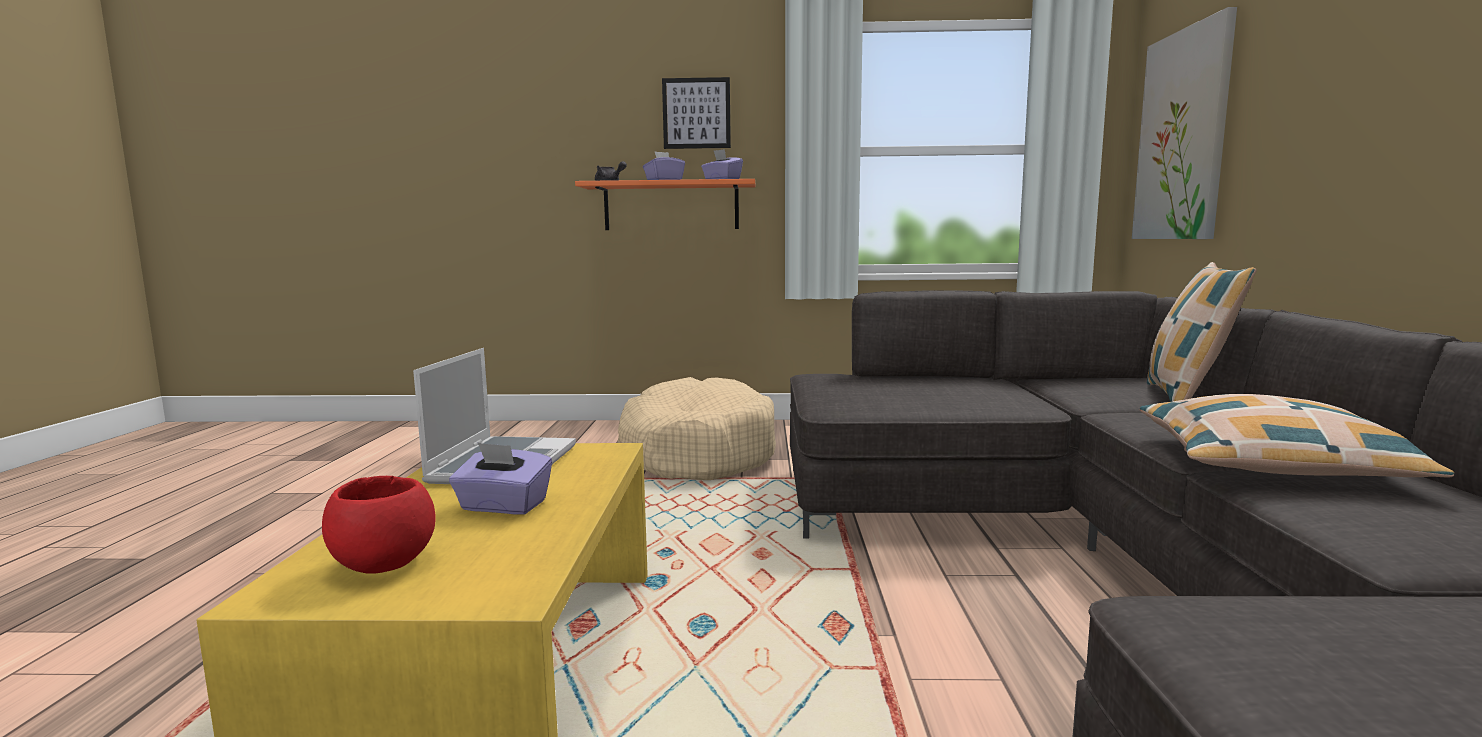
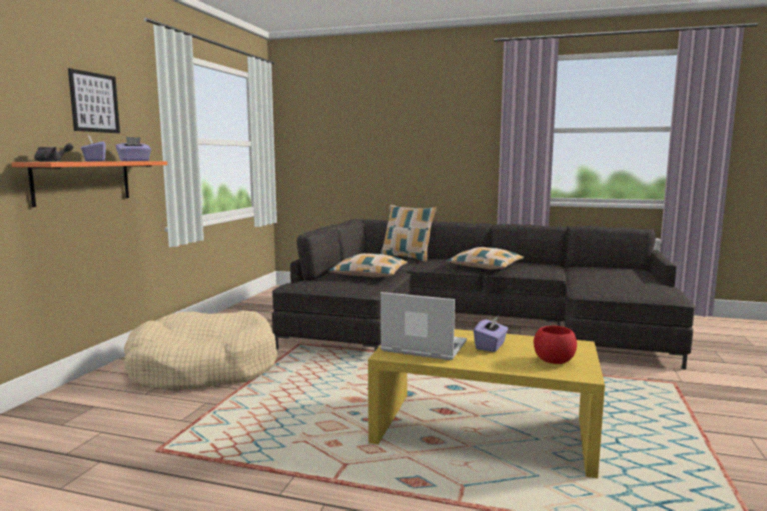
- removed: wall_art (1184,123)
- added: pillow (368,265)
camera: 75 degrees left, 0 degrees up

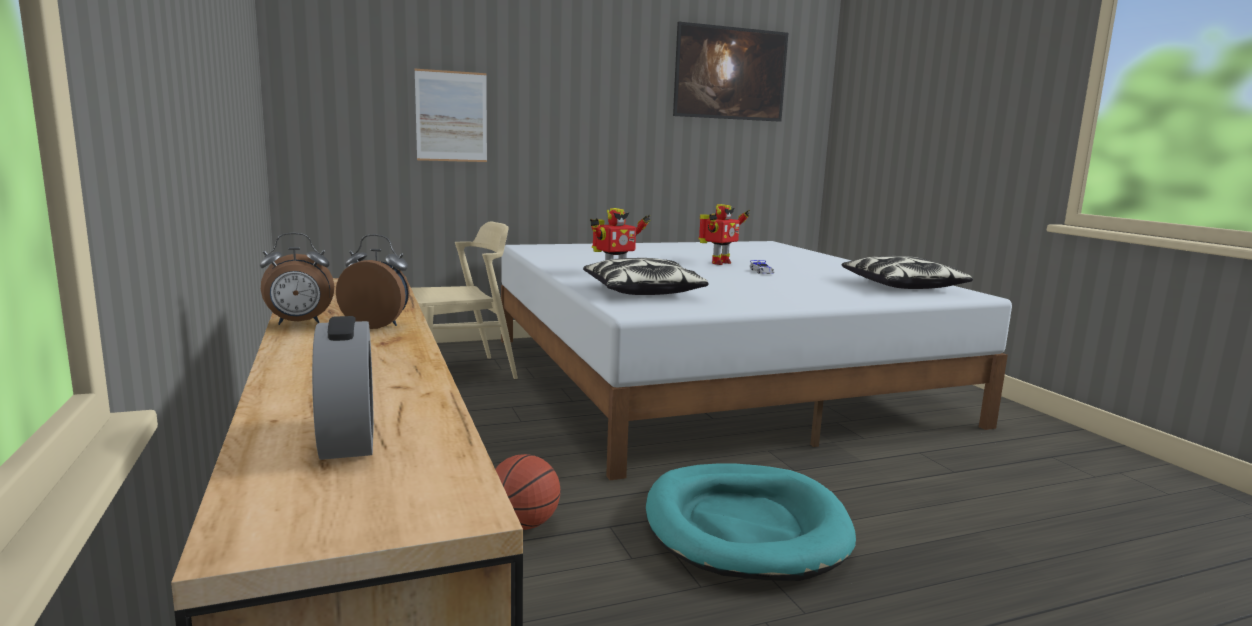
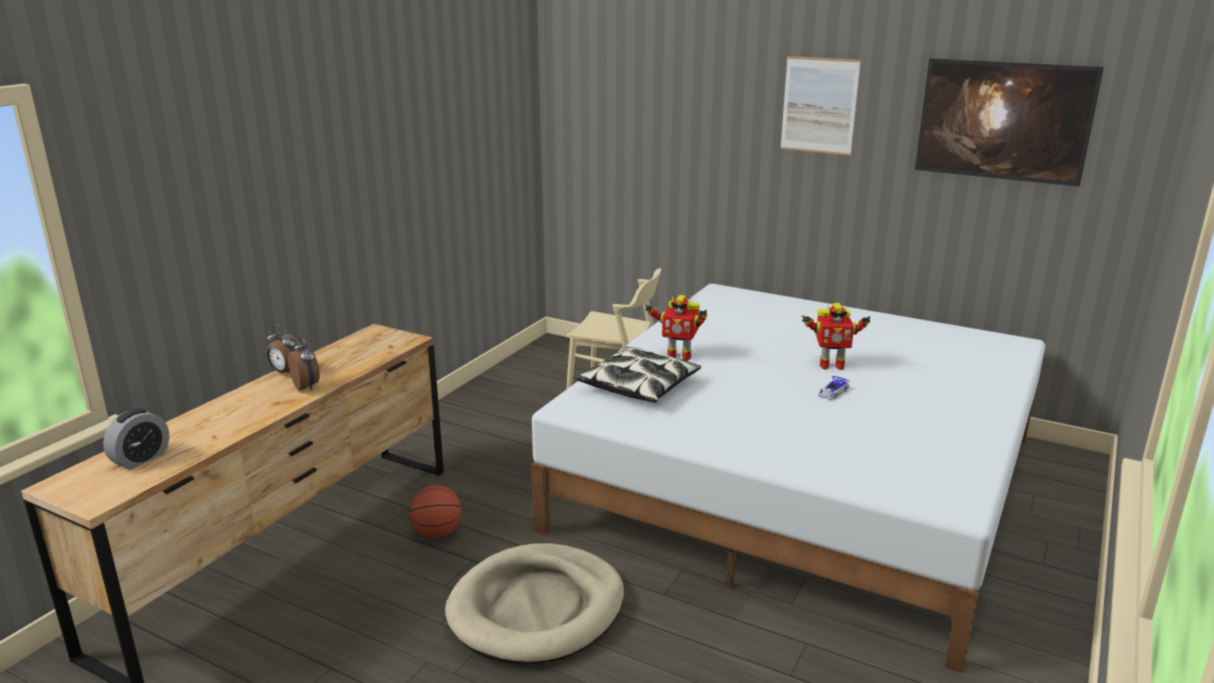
- moved: wall_art (451,115) to (820,106)
- removed: pillow (907,272)
- recoloured: blue-green_dog_cushion (751,522) to beige-coloured_dog_cushion (534,603)
camera: 50 degrees right, 10 degrees up

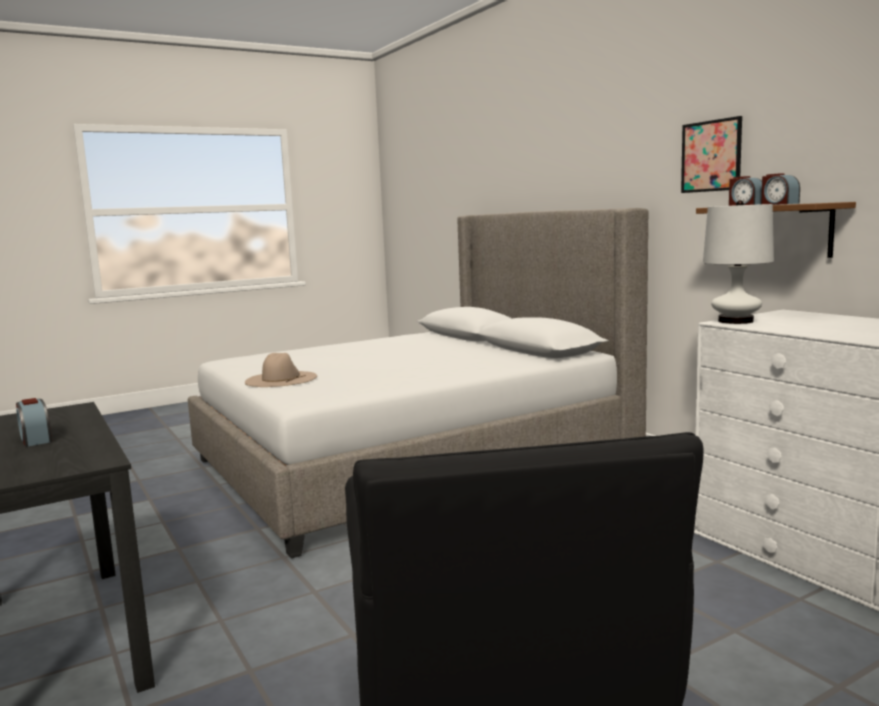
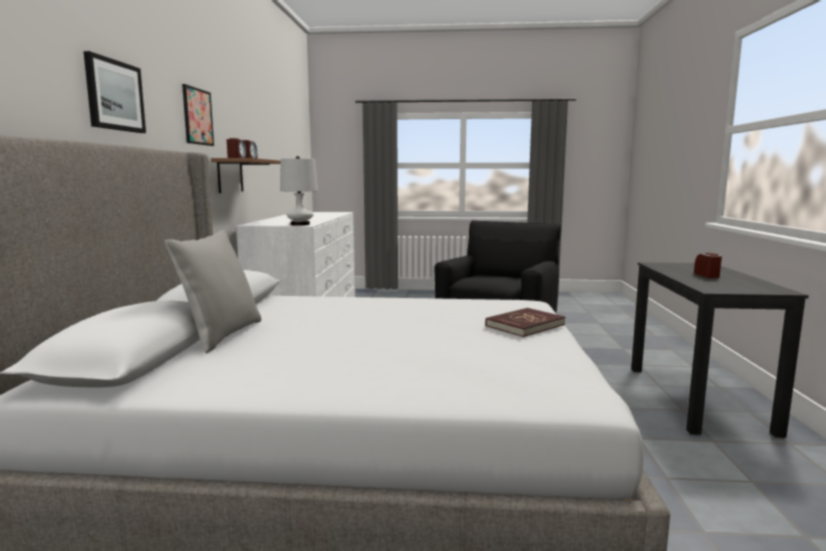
- replaced: beige-coloured_clothing_hat (281,370) to red-coloured_bound_book (525,322)
- added: wall_art (114,92)
- added: grey_pillow (213,291)
camera: 145 degrees left, 0 degrees up

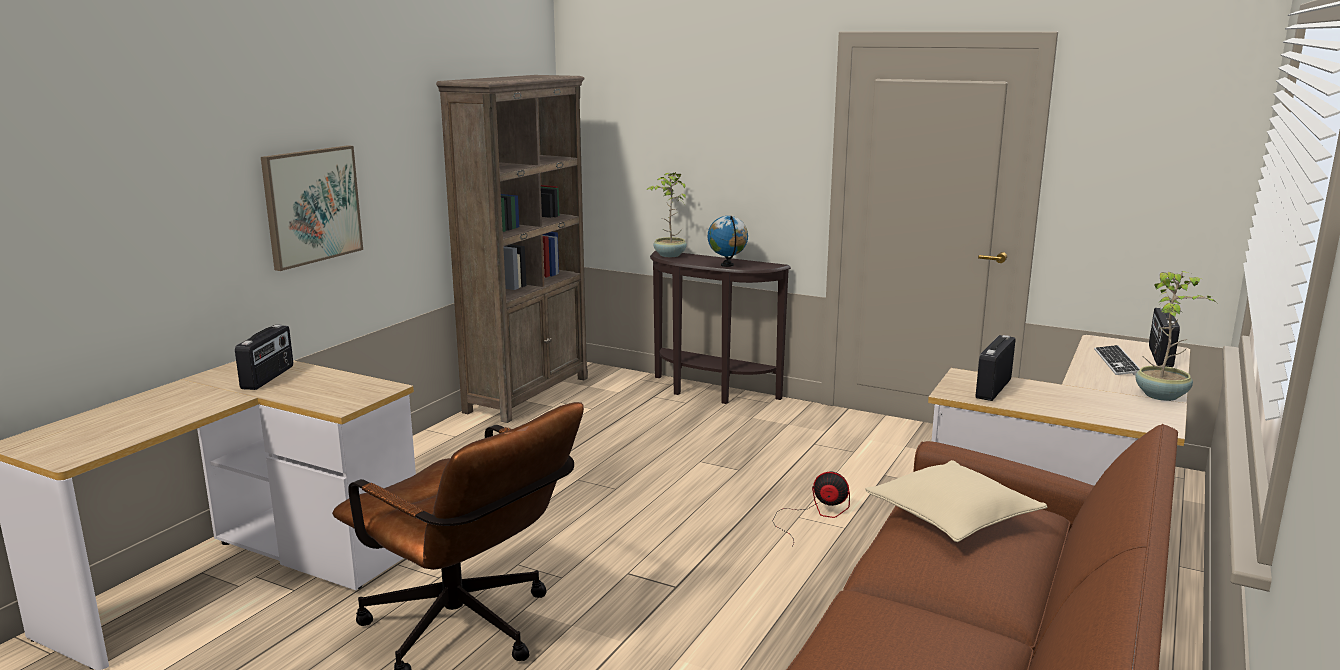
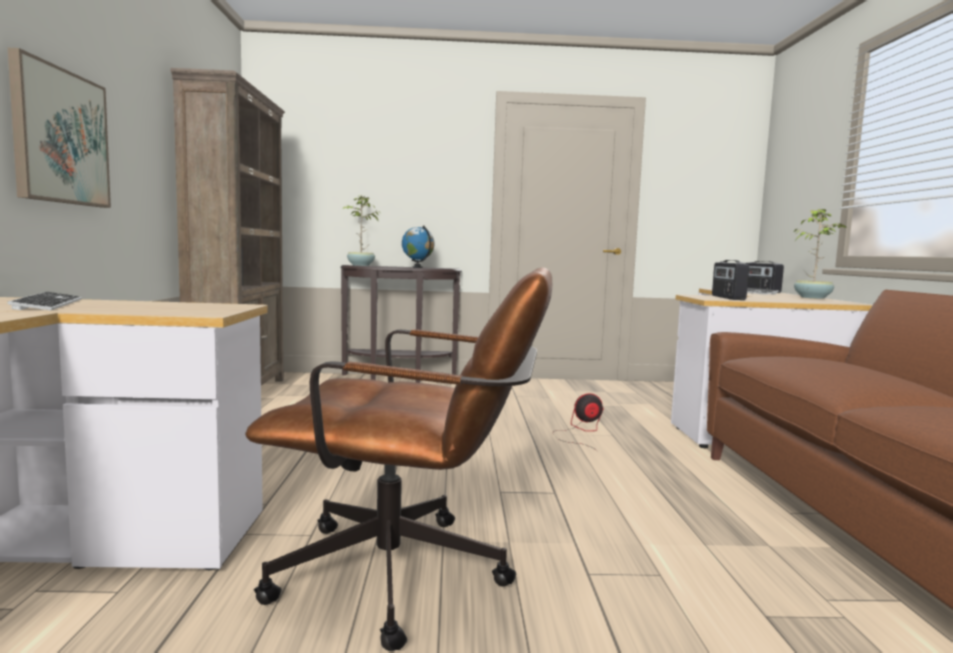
- replaced: radio (264,357) to PC_keyboard (44,301)
- removed: beige-coloured_pillow (956,501)
camera: 30 degrees left, 10 degrees down

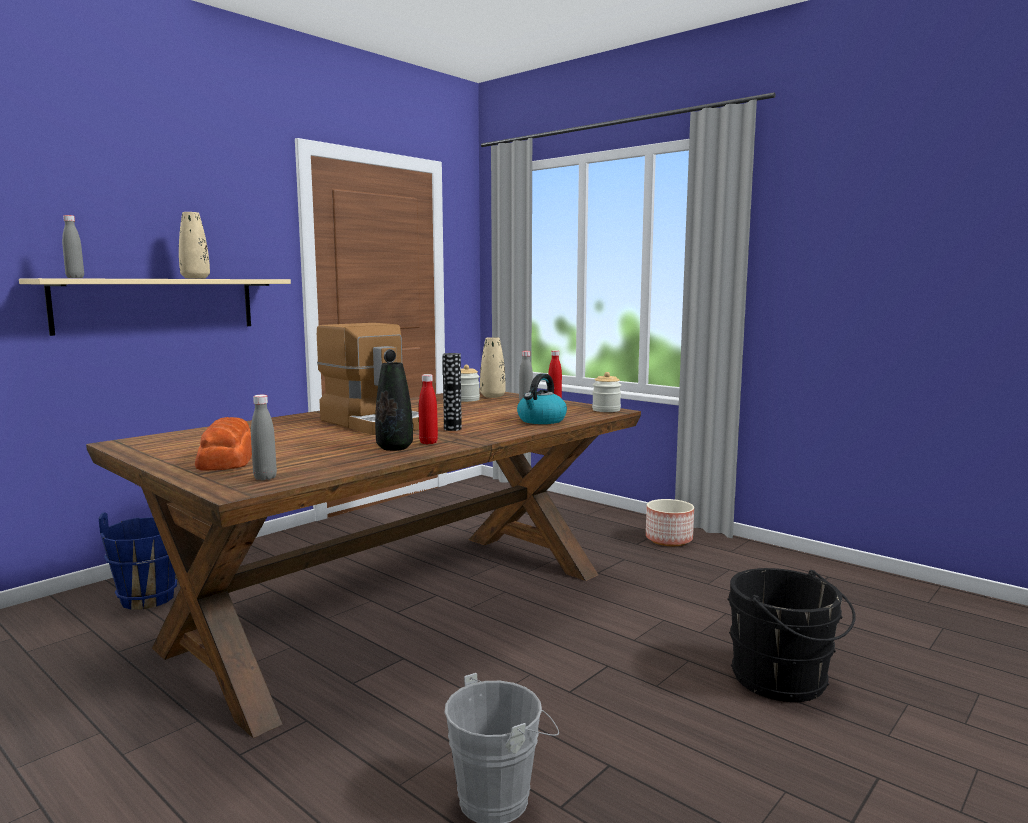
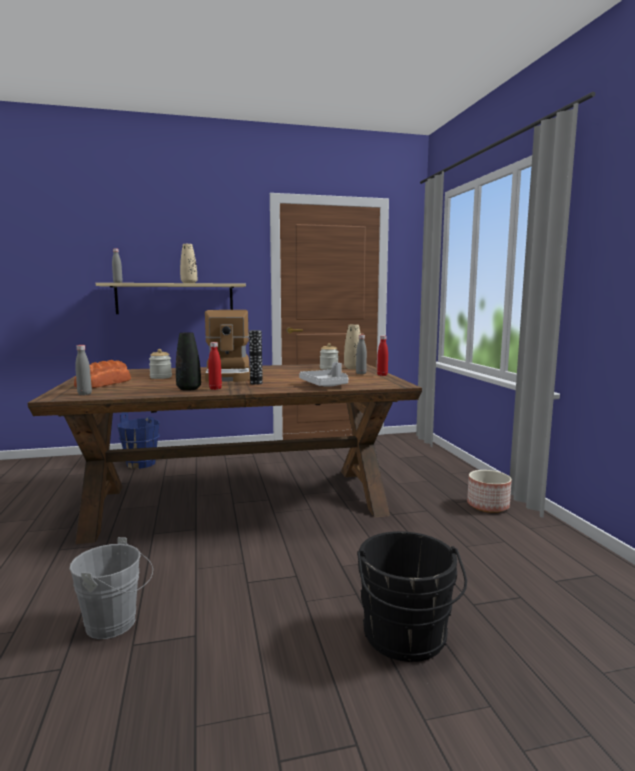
- moved: preserve_jar (606,392) to (160,364)
- replaced: tea_kettle (542,398) to grey_carrying_tray (323,374)
camera: 35 degrees right, 0 degrees up

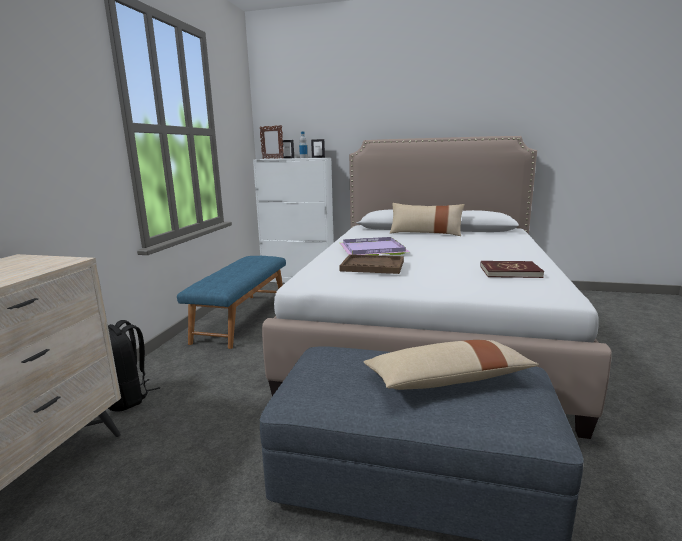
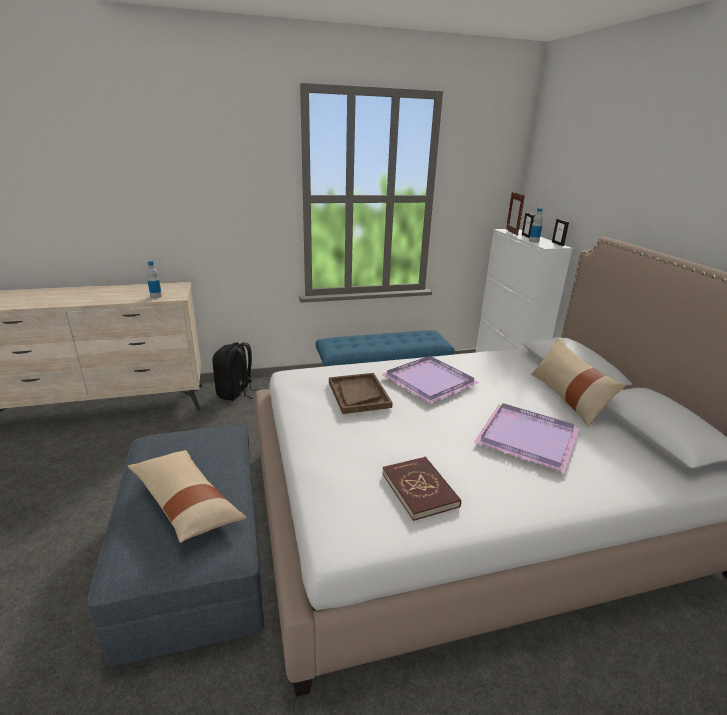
- added: beverage_bottle (154,279)
- added: purplish_carrying_tray (526,438)
camera: 60 degrees right, 10 degrees up

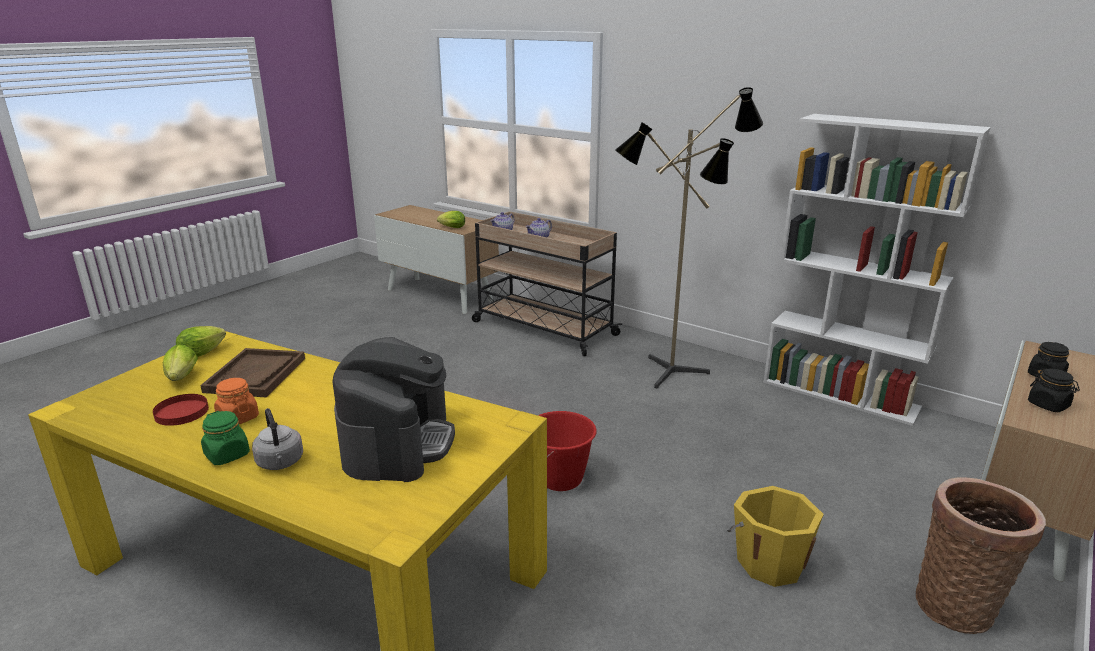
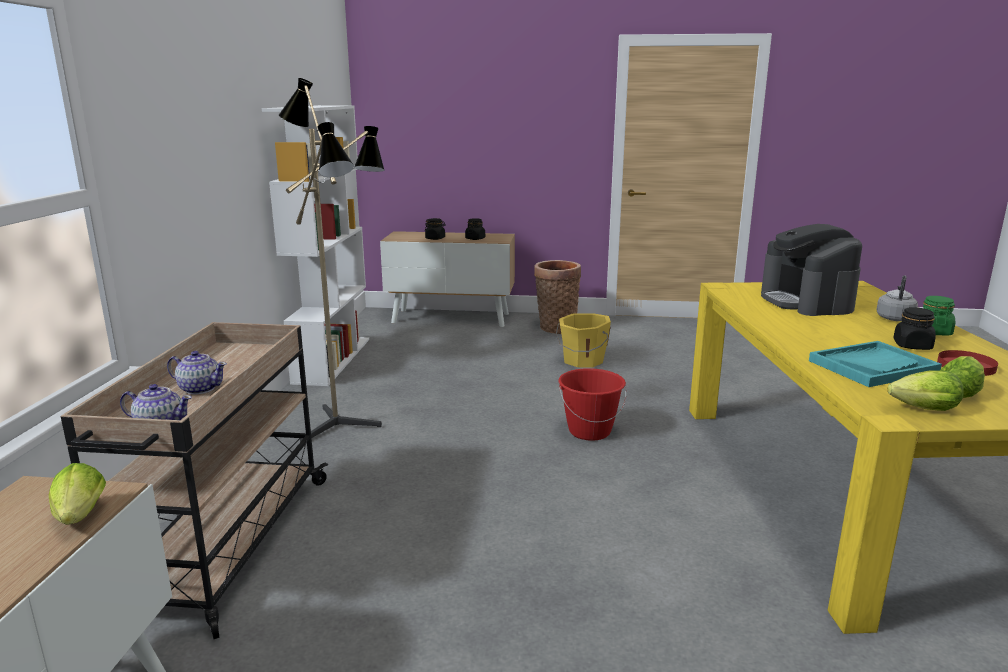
- turned: coffee_brewer (393,409) = (811,270) 75 degrees counterclockwise
- recoloured: brown_carrying_tray (252,373) to blue-green_carrying_tray (875,364)
- recoloured: orange-coloured_preserve_jar (236,401) to black_preserve_jar (914,328)
camera: 120 degrees left, 5 degrees down

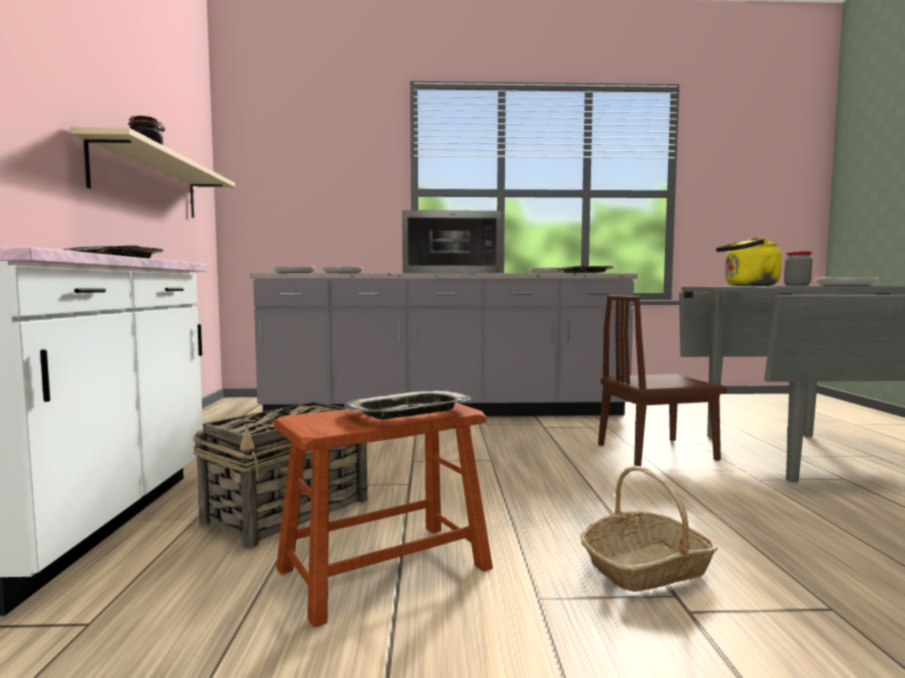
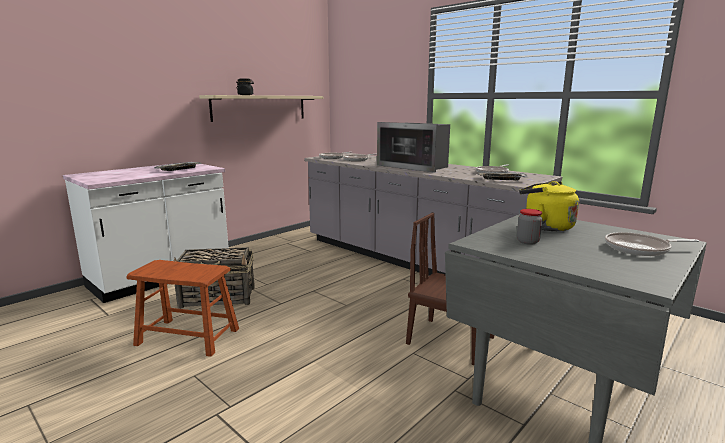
- removed: carrying_tray (407,404)
- removed: basket (649,529)
camera: 45 degrees right, 10 degrees up

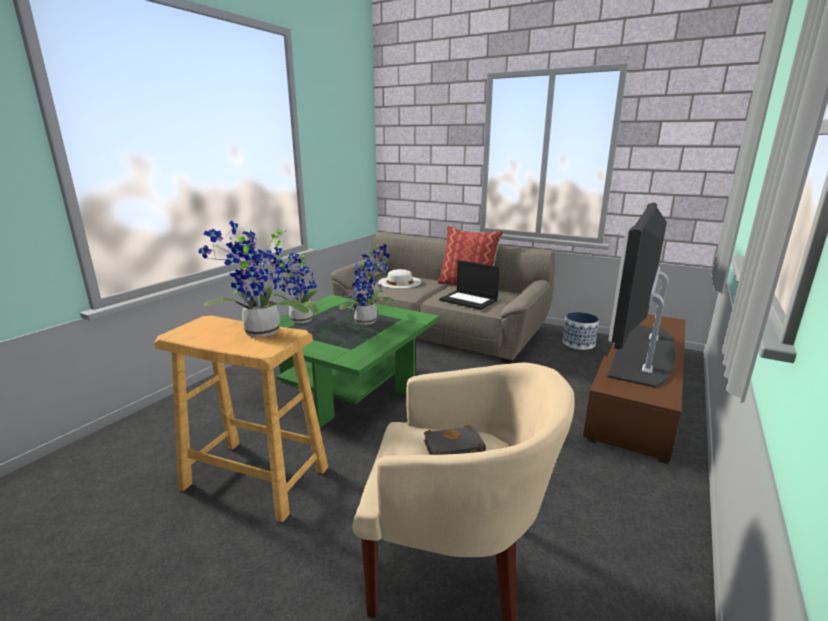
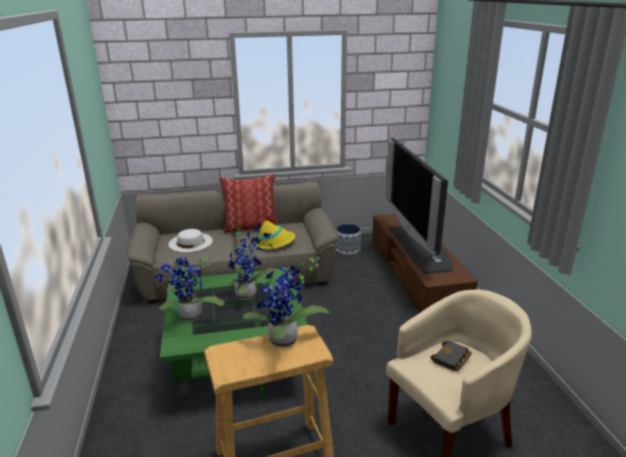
- replaced: portable_computer (469,285) to yellowish_clothing_hat (275,232)
camera: 40 degrees left, 5 degrees up

